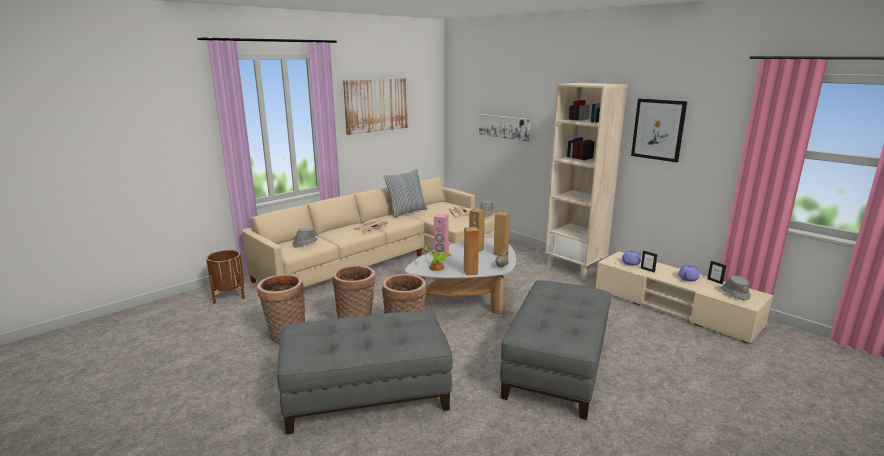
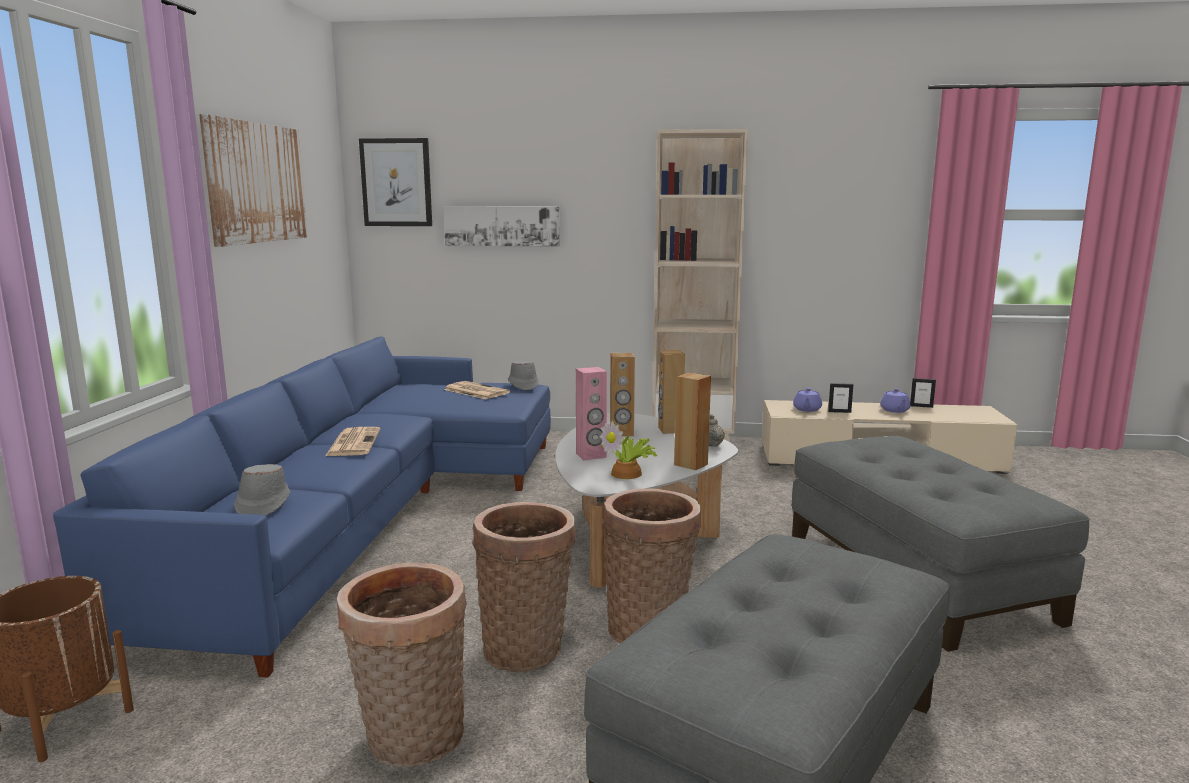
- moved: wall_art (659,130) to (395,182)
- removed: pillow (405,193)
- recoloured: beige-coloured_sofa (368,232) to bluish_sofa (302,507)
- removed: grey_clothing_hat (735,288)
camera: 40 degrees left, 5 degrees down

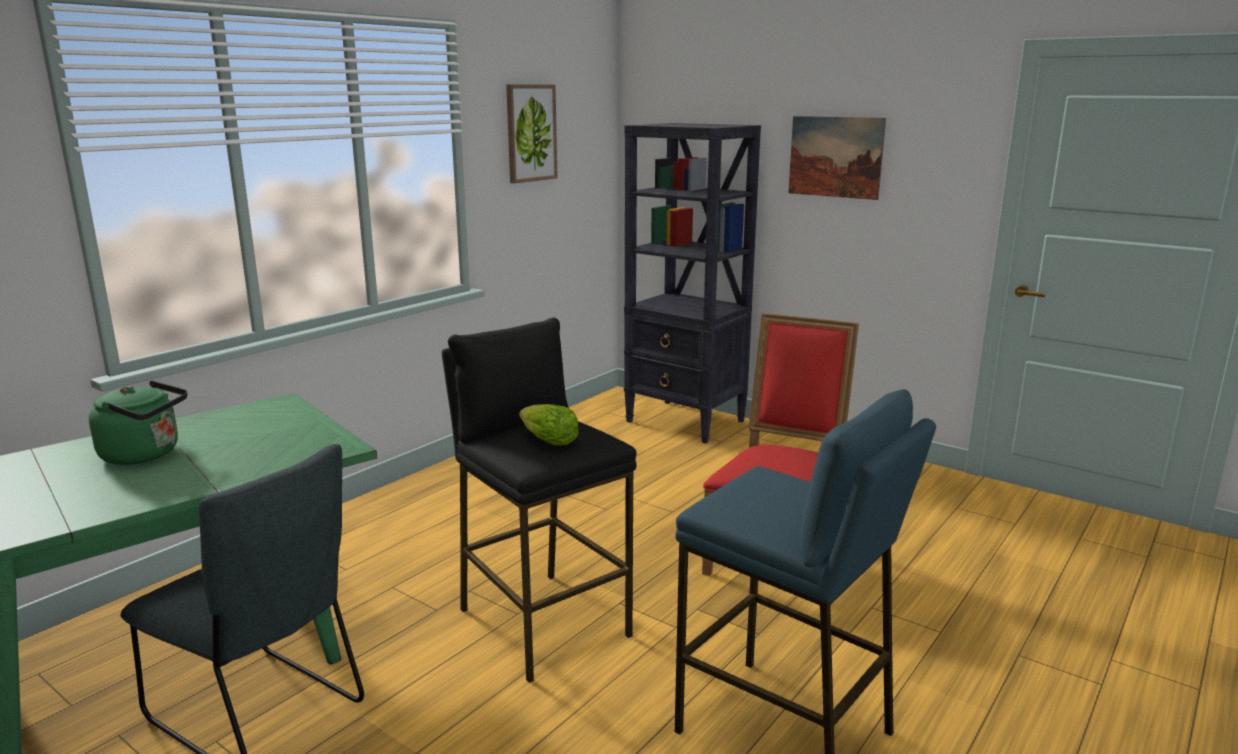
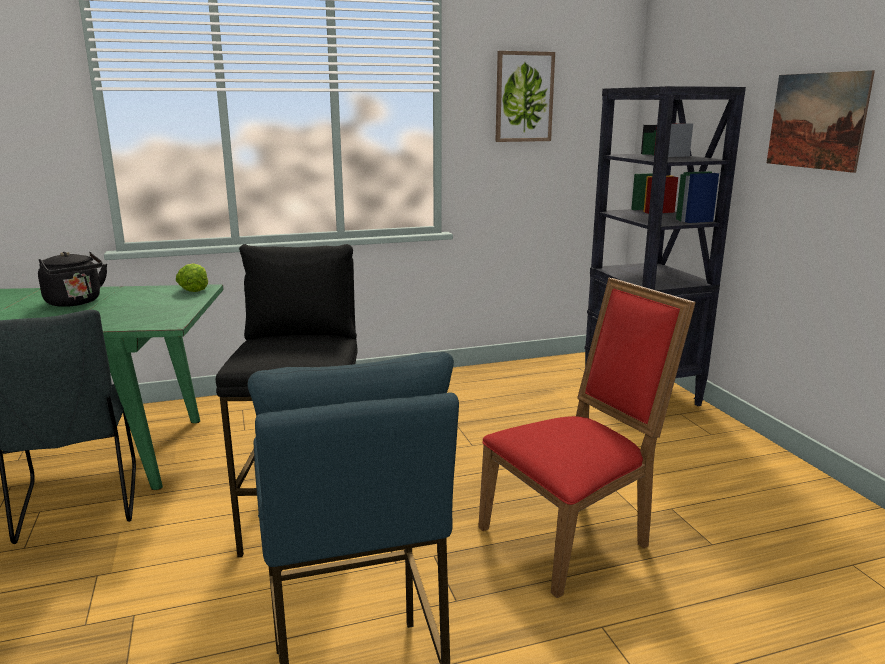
- recoloured: greenish_tea_kettle (138,423) to black_tea_kettle (72,279)
- moved: lettuce (549,425) to (192,277)
camera: 35 degrees right, 0 degrees up

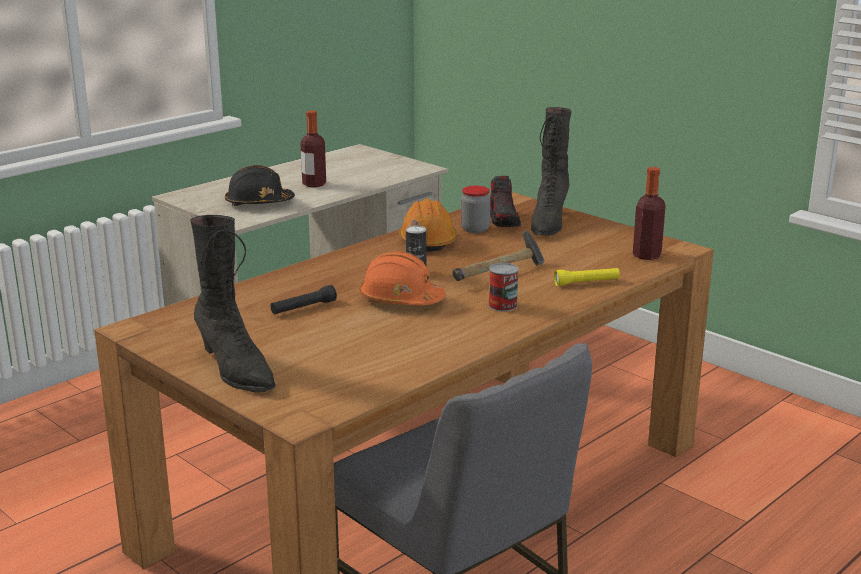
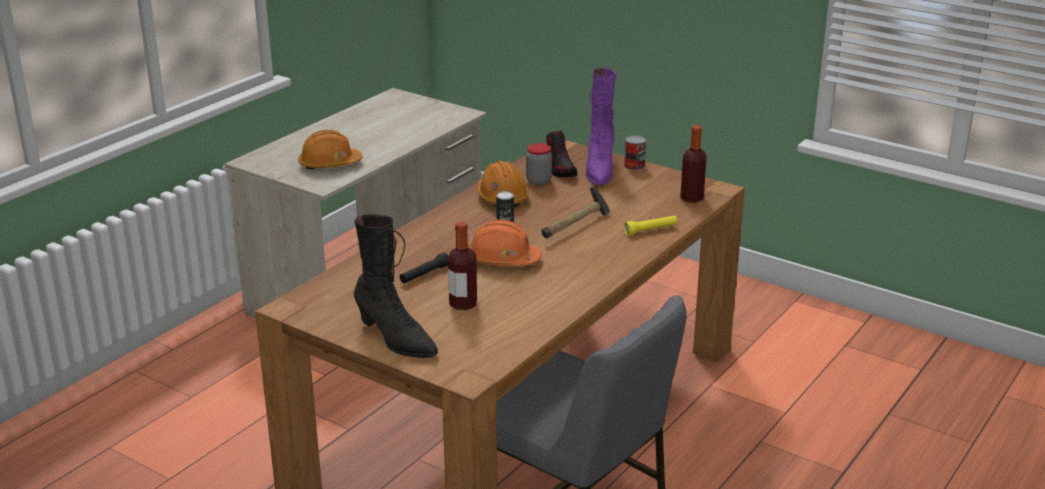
- recoloured: black_high-top_boot (551,171) to purplish_high-top_boot (601,126)
- moved: beverage_bottle (313,148) to (462,265)
- recoloured: black_hard_hat (260,185) to orange-coloured_hard_hat (330,150)
- moved: metal_can (504,287) to (635,152)
camera: 10 degrees left, 5 degrees up

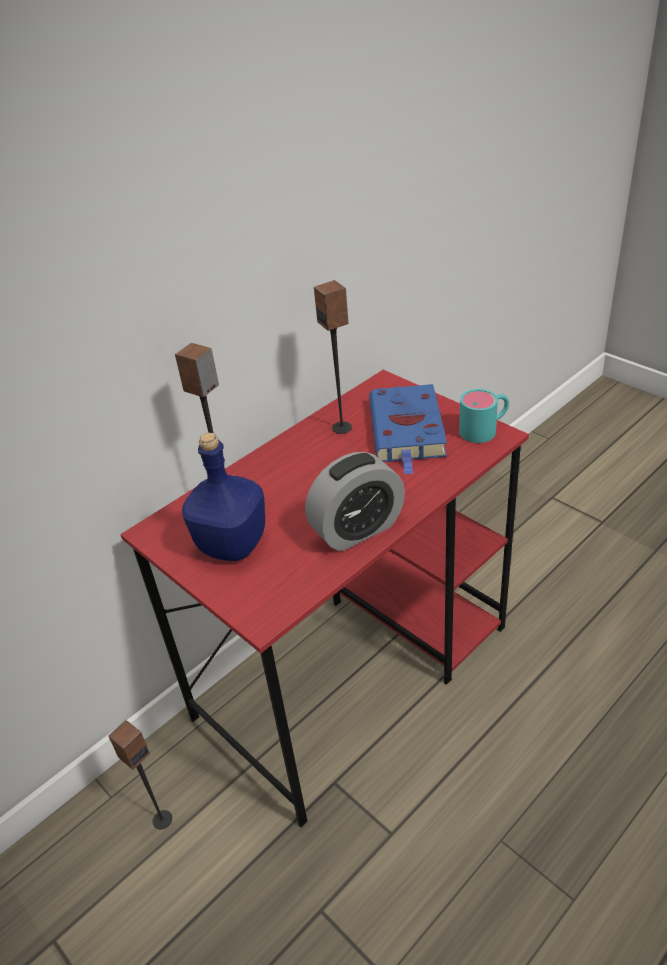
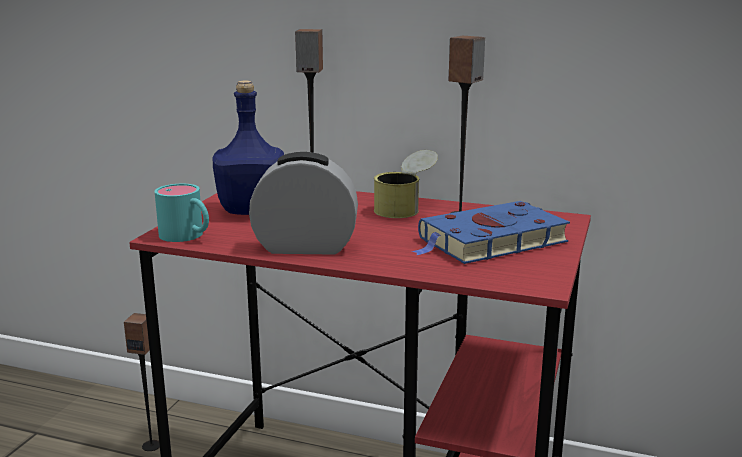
- moved: blue-green_mug (484,416) to (182,213)
- turned: bedside_clock (355,501) = (303,203) 150 degrees clockwise
- added: metal_can (406,184)
camera: 60 degrees right, 20 degrees down

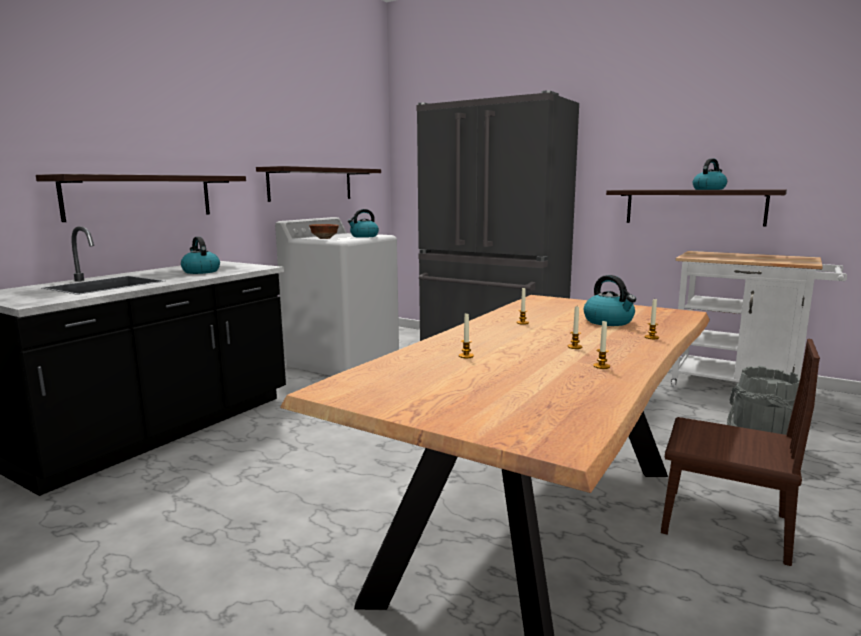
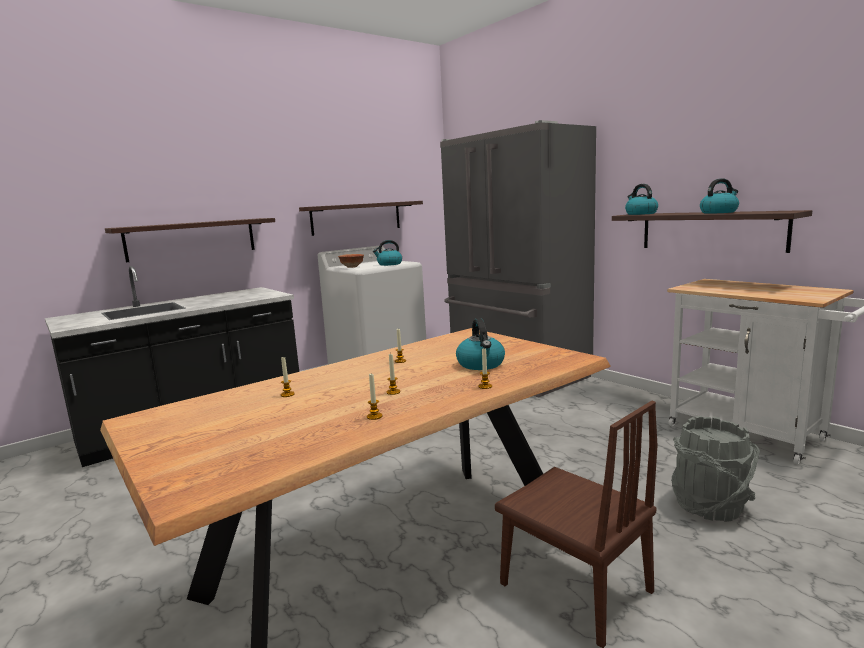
- moved: tea_kettle (200,255) to (641,199)
camera: 20 degrees right, 0 degrees up

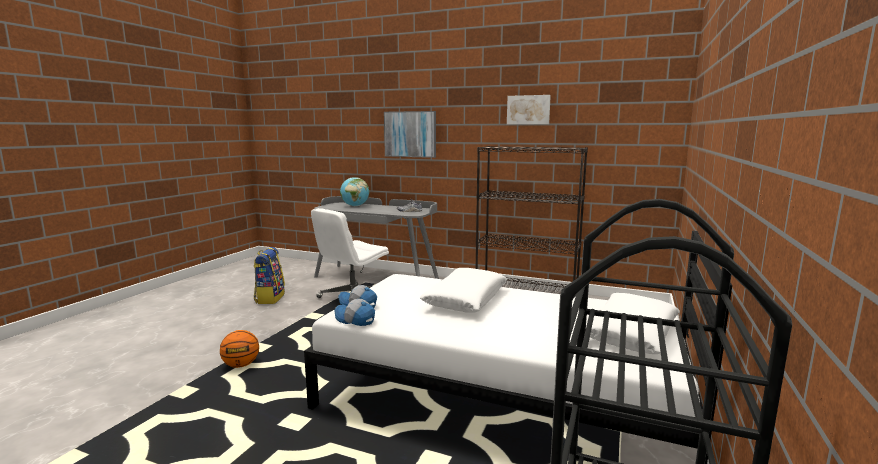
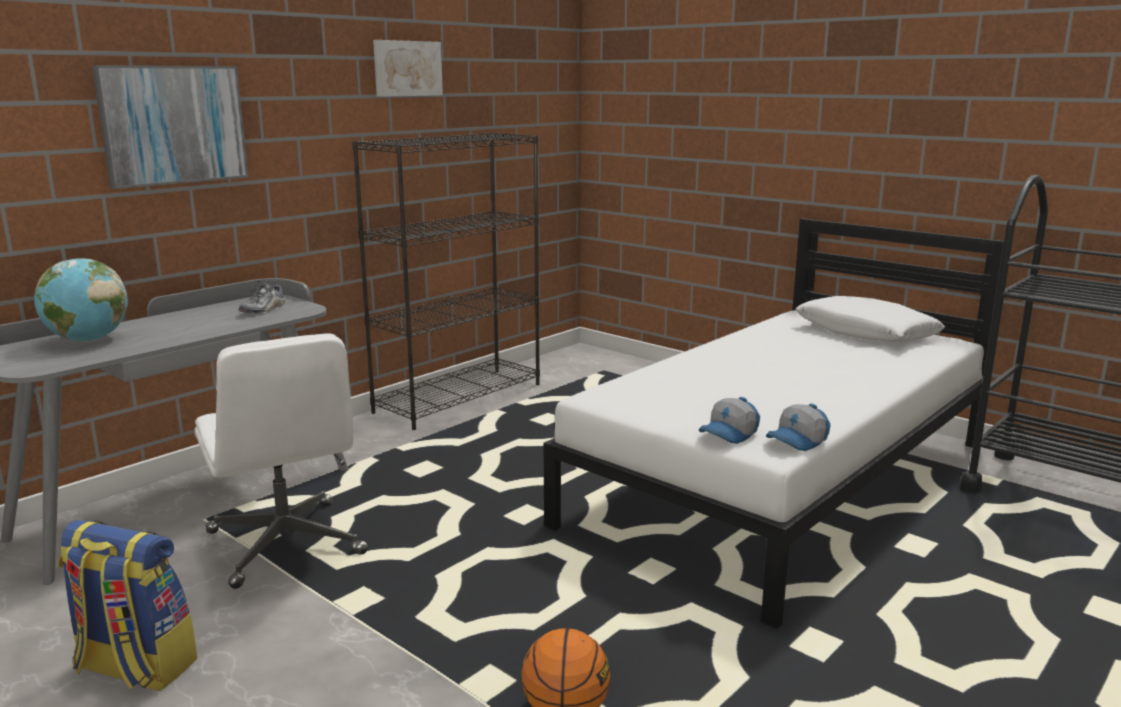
- removed: white_pillow (463,290)
camera: 70 degrees left, 5 degrees up

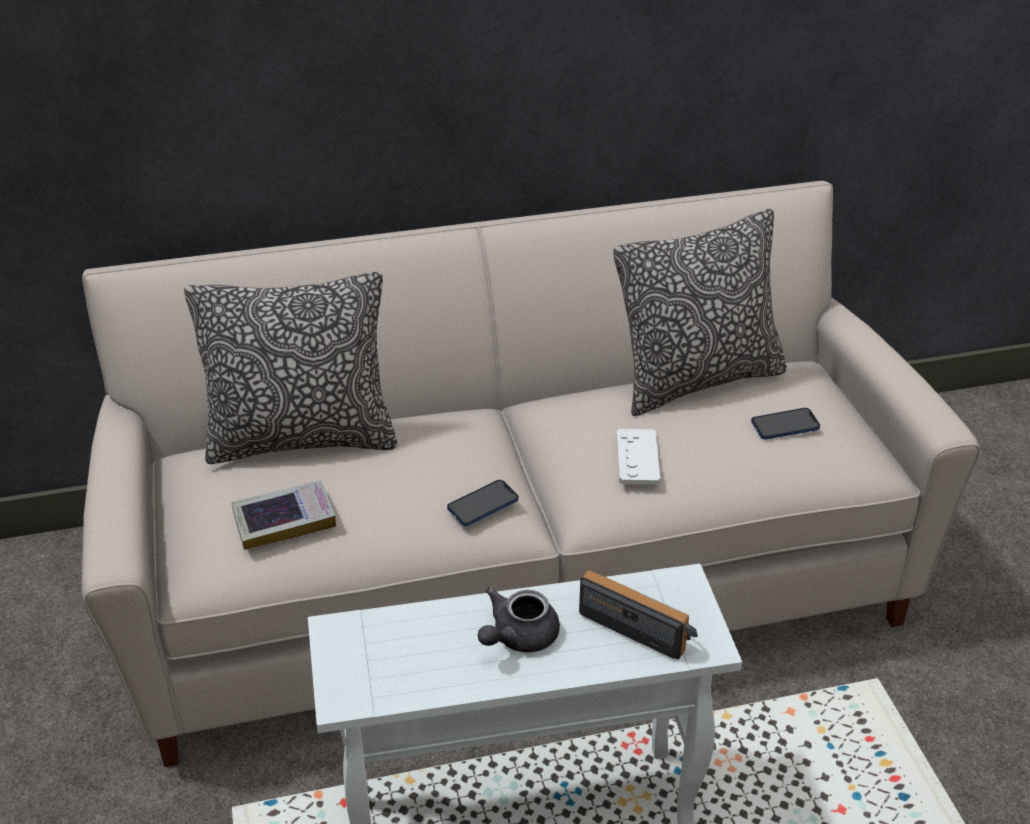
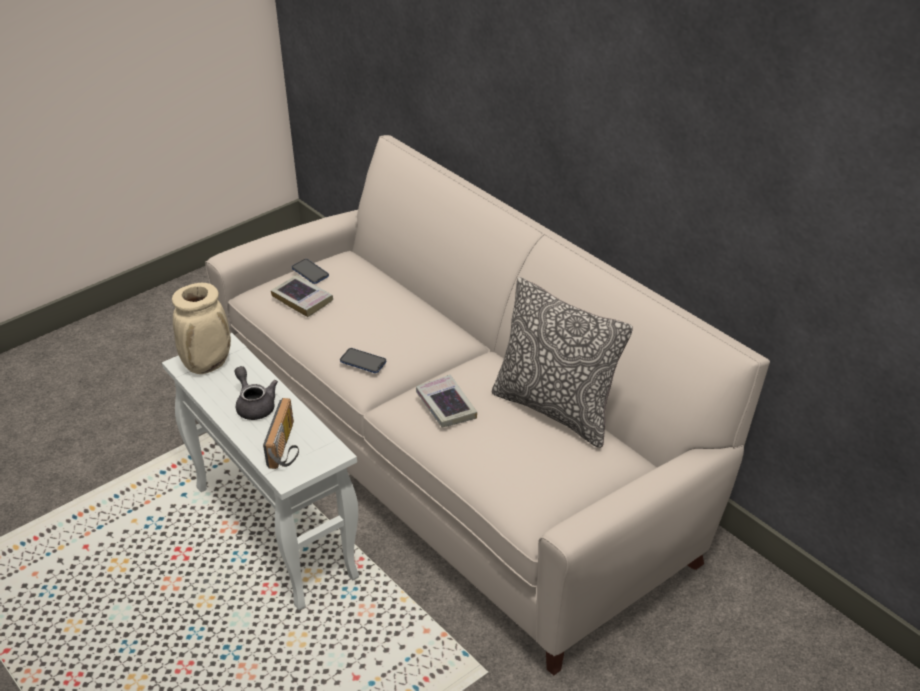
- removed: pillow (290,368)
- moved: handset (785,424) to (310,271)
- replaced: white_joypad (638,457) to bound_book (446,401)
- turned: grey_pot_for_tea (519,619) = (256,393) 45 degrees clockwise
- added: beige-coloured_vase (201,328)
camera: 65 degrees right, 0 degrees up

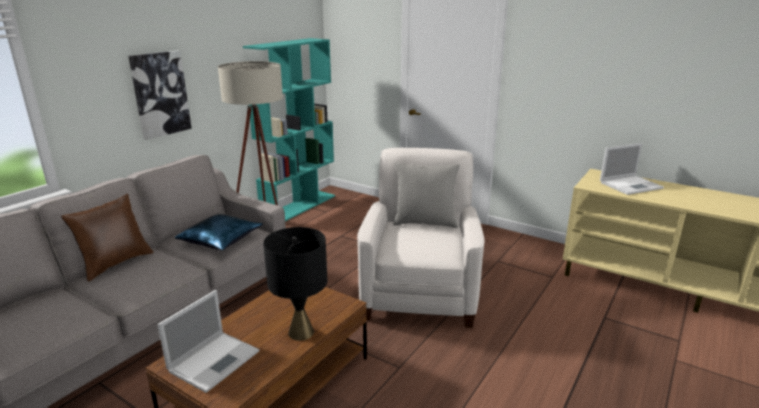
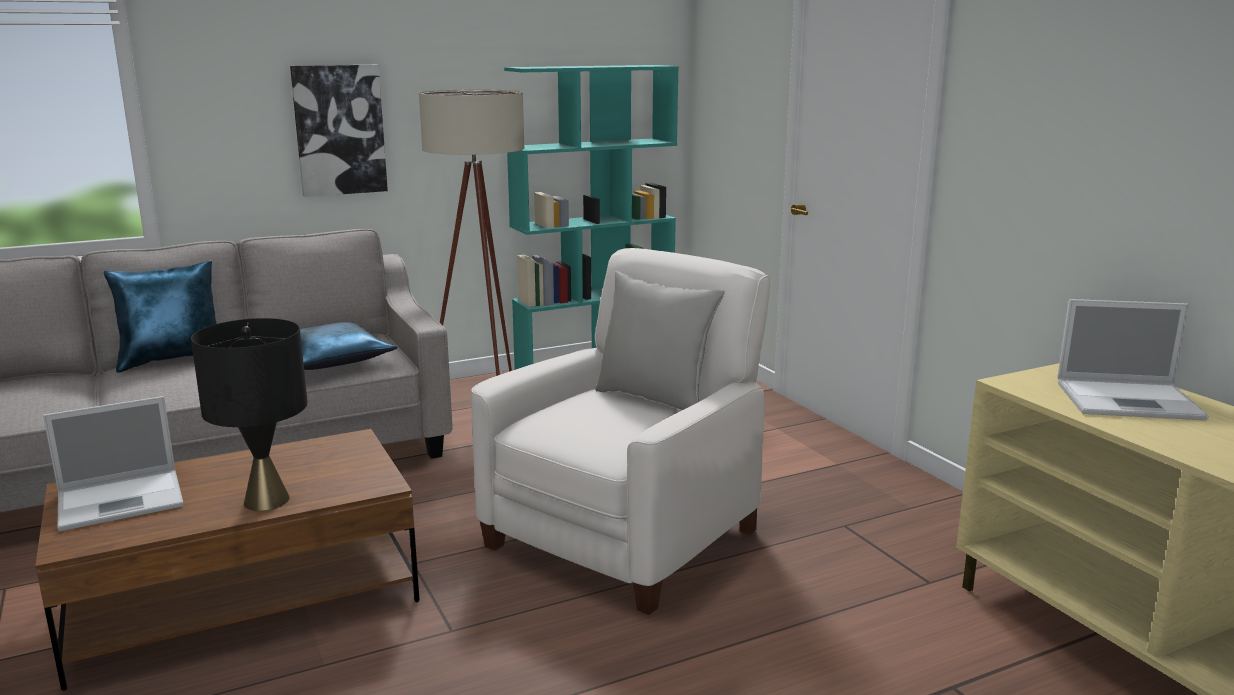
- recoloured: brown_pillow (107,238) to bluish_pillow (160,316)
camera: 30 degrees right, 5 degrees down

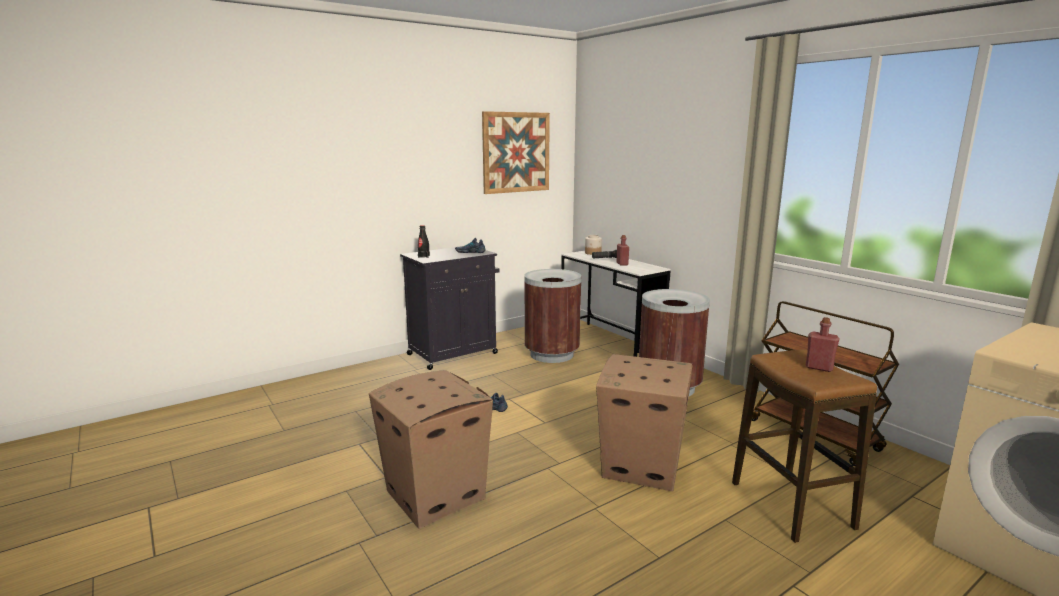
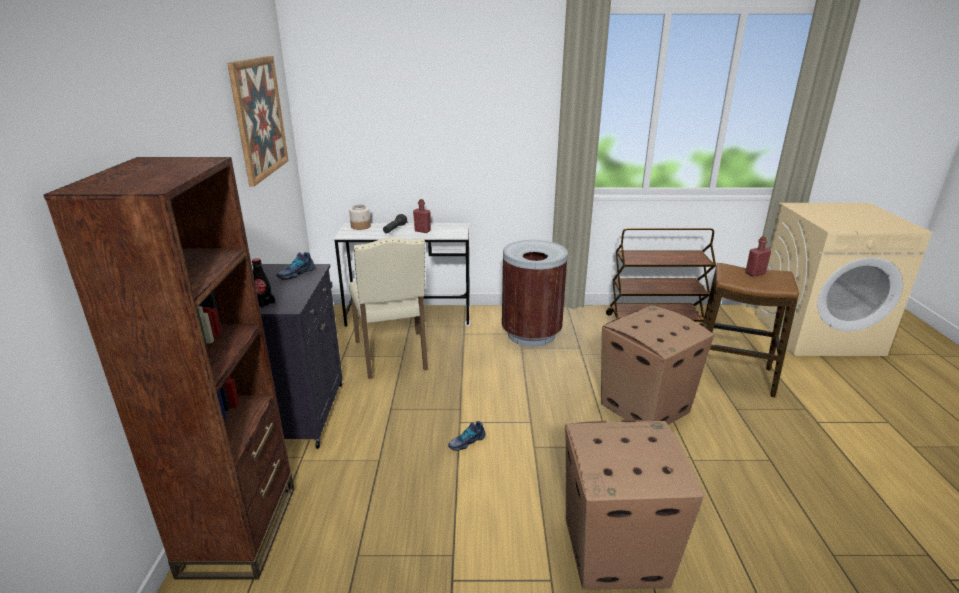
- replaced: brown_waste_bin (552,316) to beige-coloured_plain_chair (388,308)
- added: brown_bookshelf (169,368)
camera: 55 degrees left, 10 degrees up

